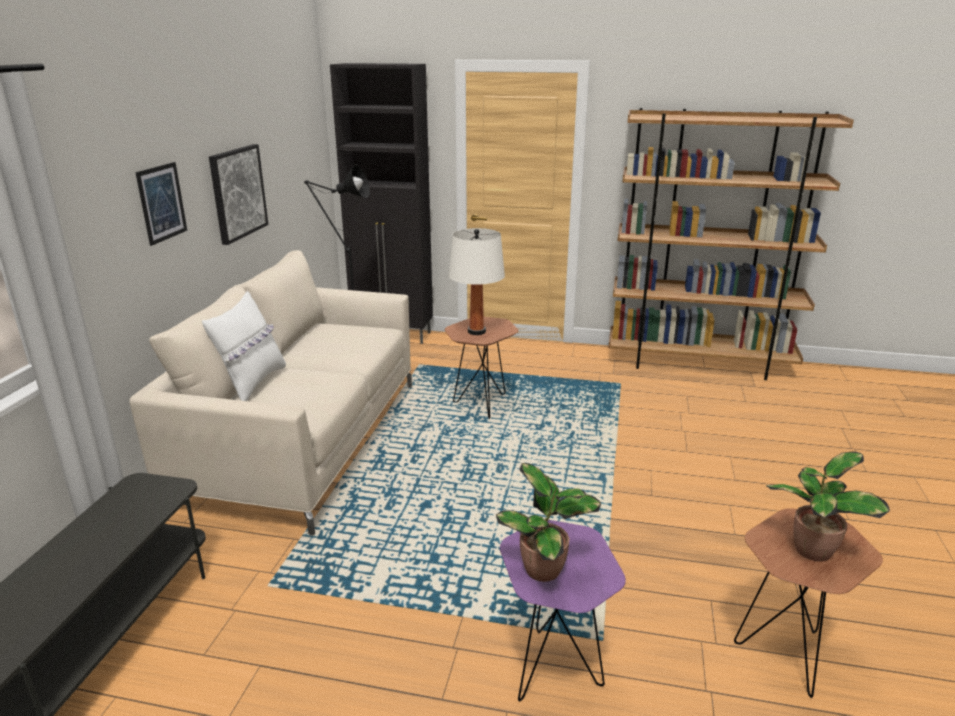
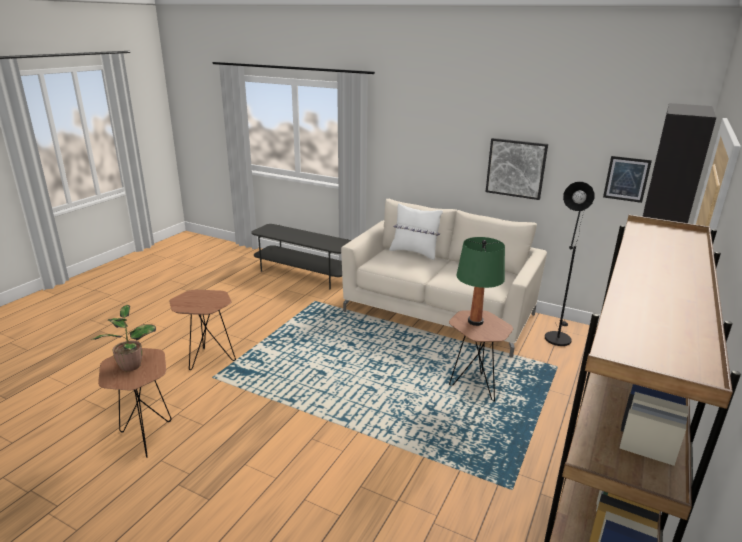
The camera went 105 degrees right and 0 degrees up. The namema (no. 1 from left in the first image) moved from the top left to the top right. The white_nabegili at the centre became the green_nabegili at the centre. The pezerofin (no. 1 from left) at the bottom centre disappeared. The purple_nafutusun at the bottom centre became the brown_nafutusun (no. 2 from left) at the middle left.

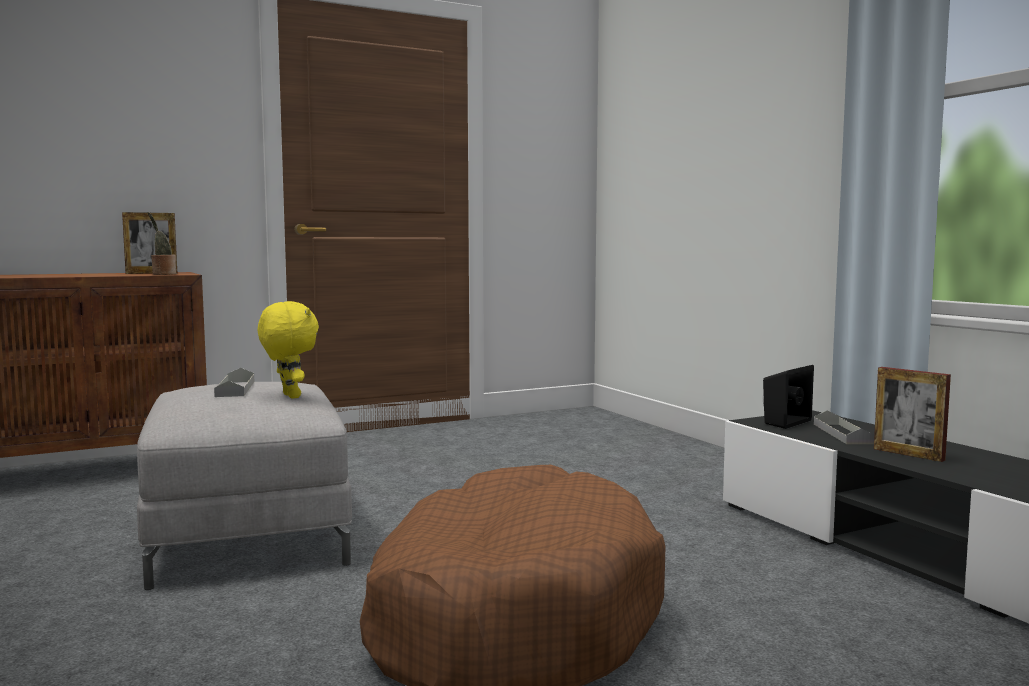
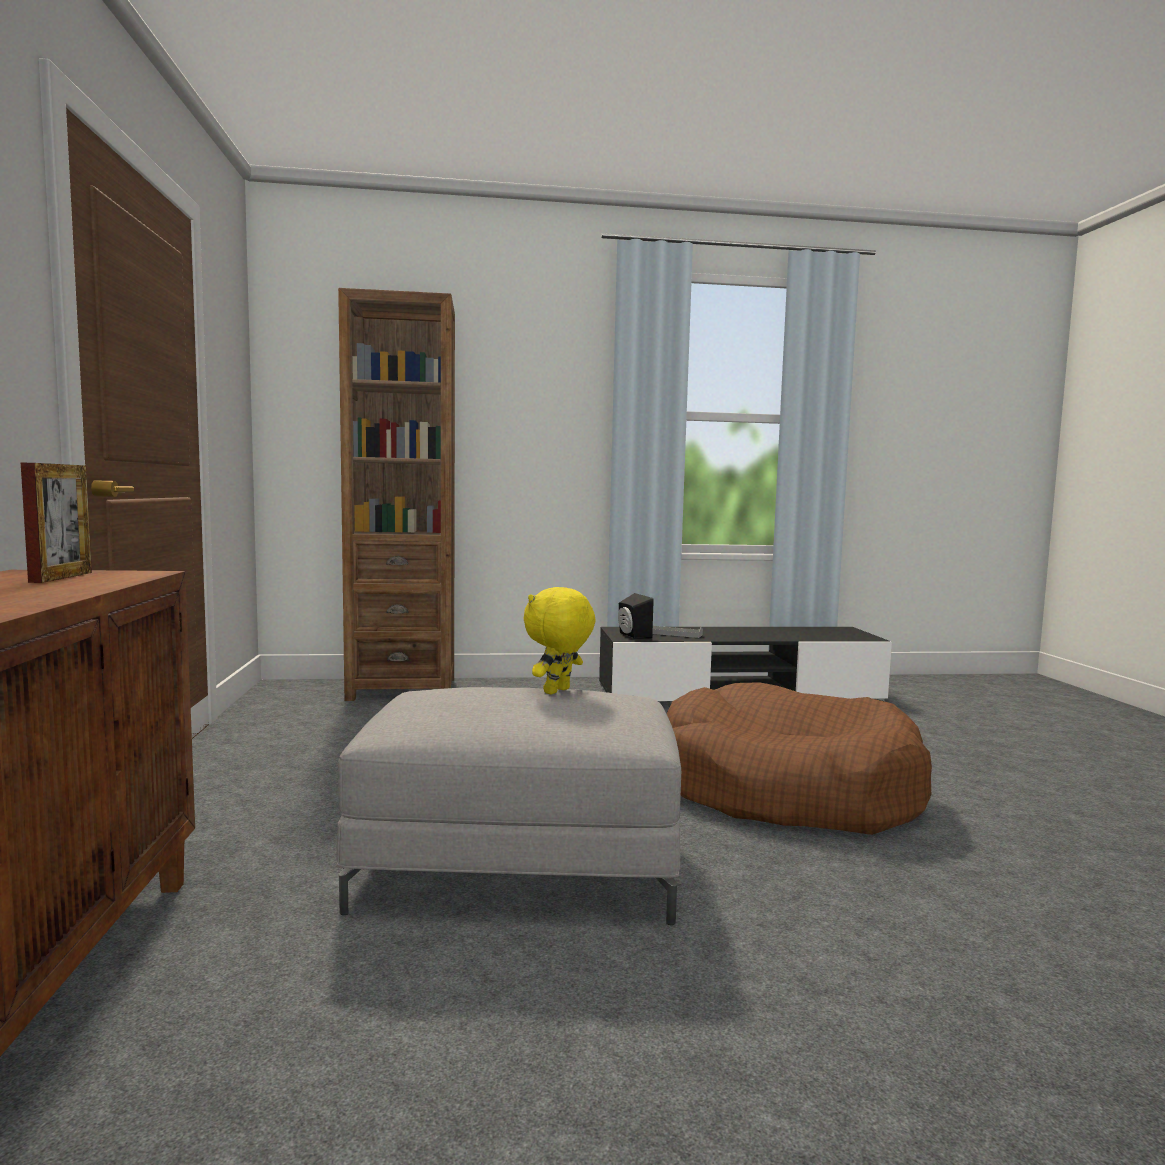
The camera went 70 degrees left and 0 degrees up. The pezerofin at the middle left disappeared. The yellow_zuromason at the middle left turned 45 degrees counterclockwise. The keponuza (no. 2 from left) at the middle right disappeared. The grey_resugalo (no. 1 from left) at the middle left disappeared. The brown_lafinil at the centre appeared.

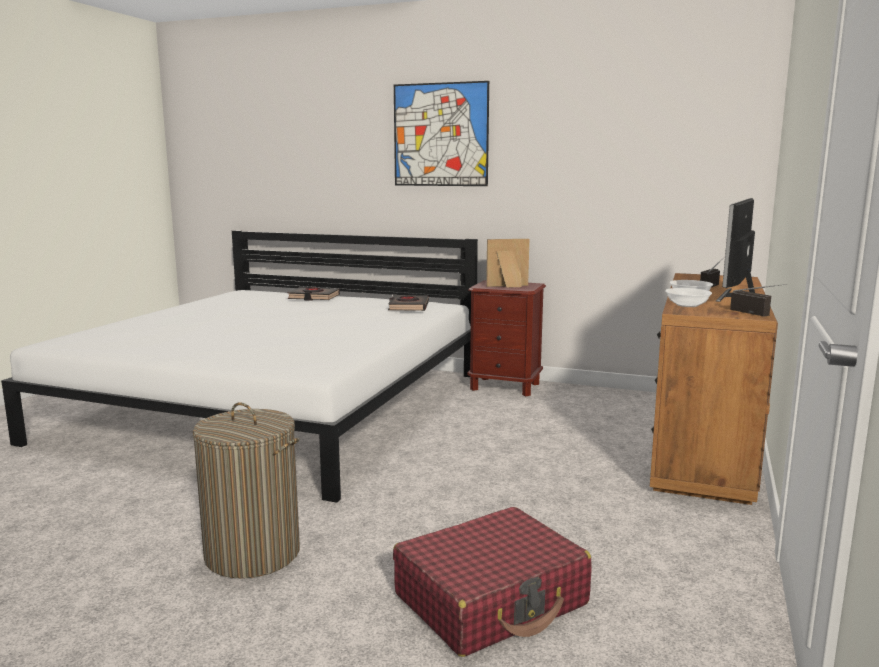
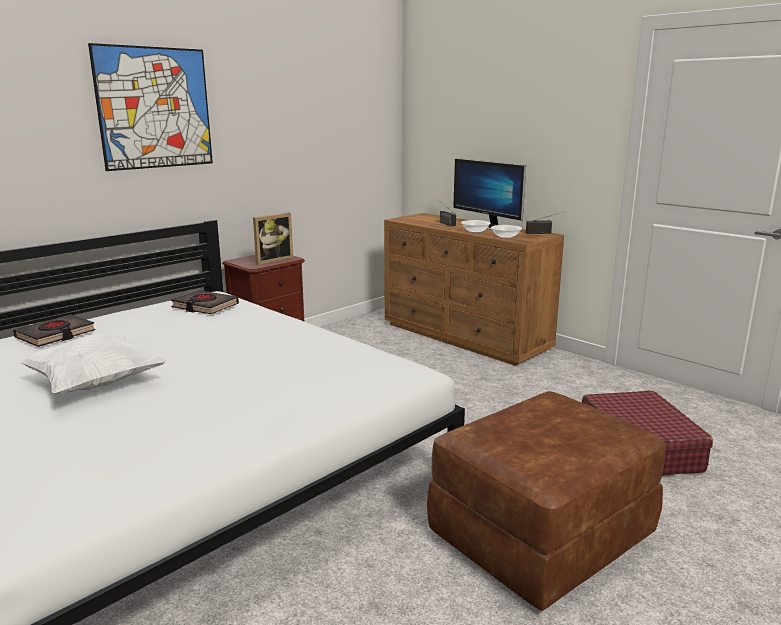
The camera went 65 degrees left and 5 degrees up. The keponuza at the centre turned 150 degrees counterclockwise. The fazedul at the bottom left was replaced by the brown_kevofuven at the bottom right. The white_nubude at the middle left appeared.

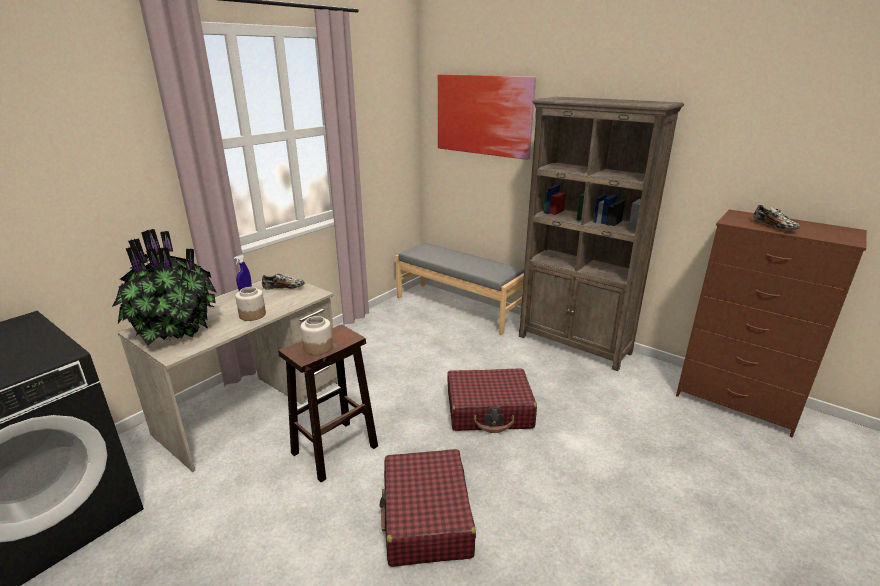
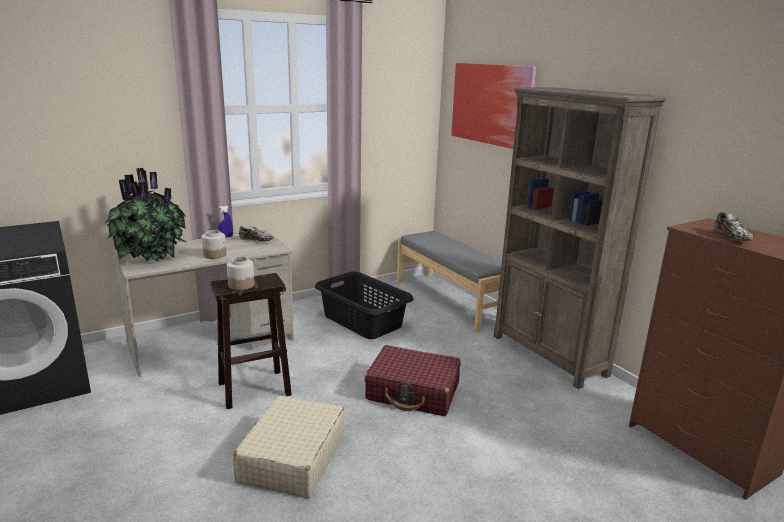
The camera went 20 degrees right and 5 degrees down. The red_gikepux (no. 1 from left) at the bottom centre became the beige_gikepux at the bottom centre. The black_fazedul at the centre appeared.

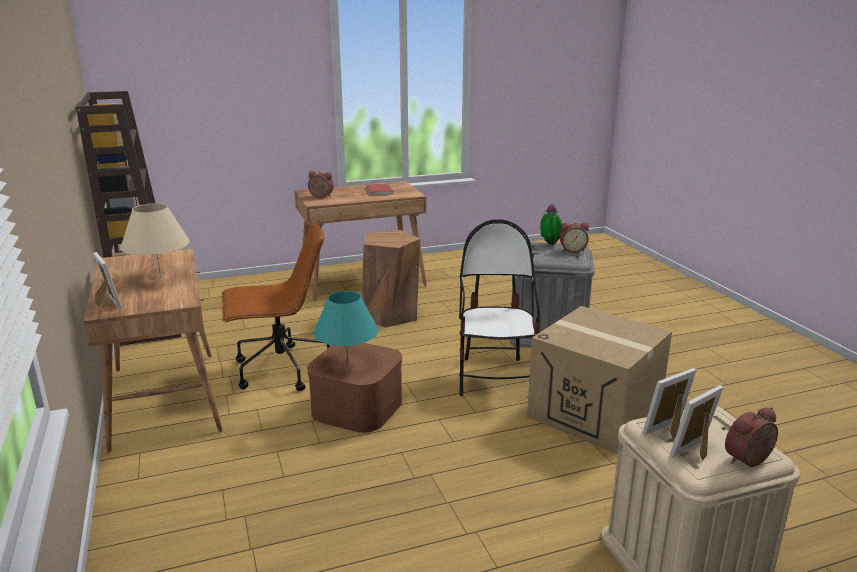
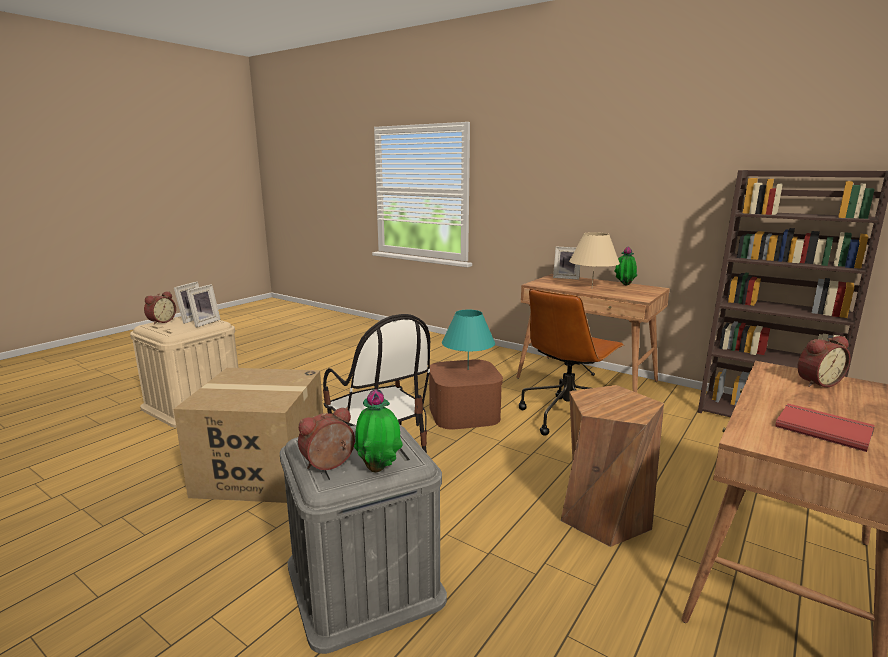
The camera went 145 degrees right and 5 degrees down. The pezerofin (no. 2 from left) at the middle right appeared.

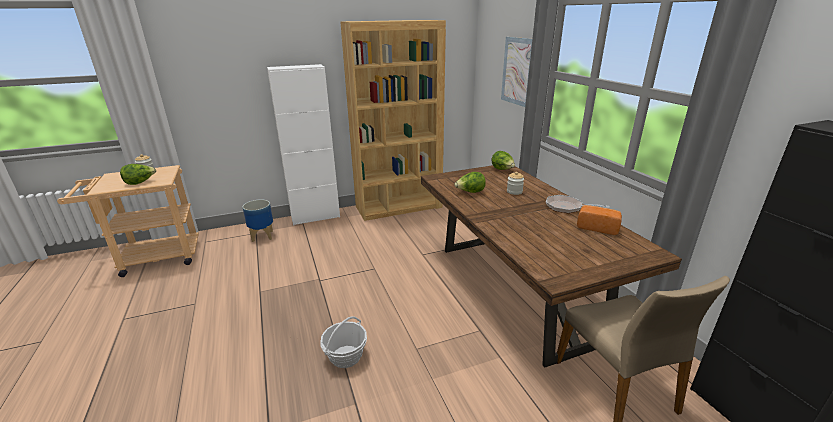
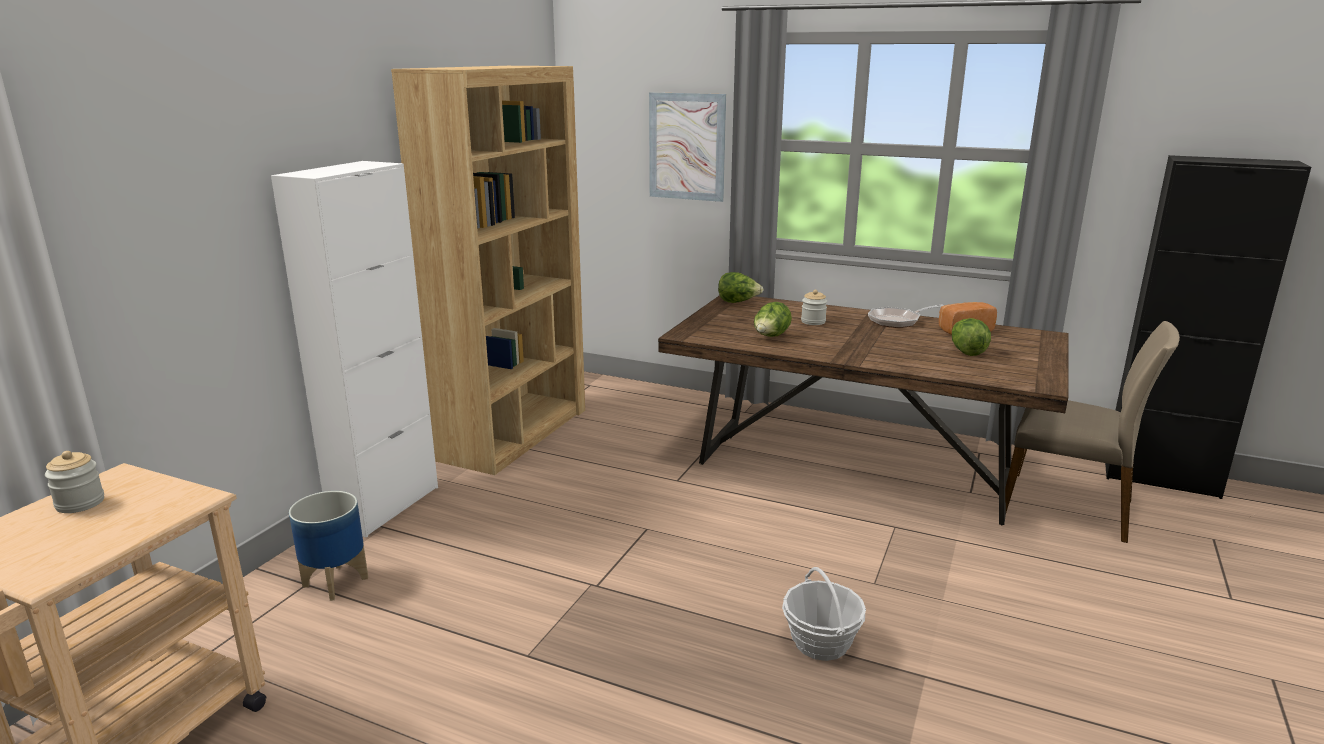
The camera went 45 degrees left and 5 degrees down. The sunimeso (no. 1 from left in the first image) moved from the middle left to the middle right.

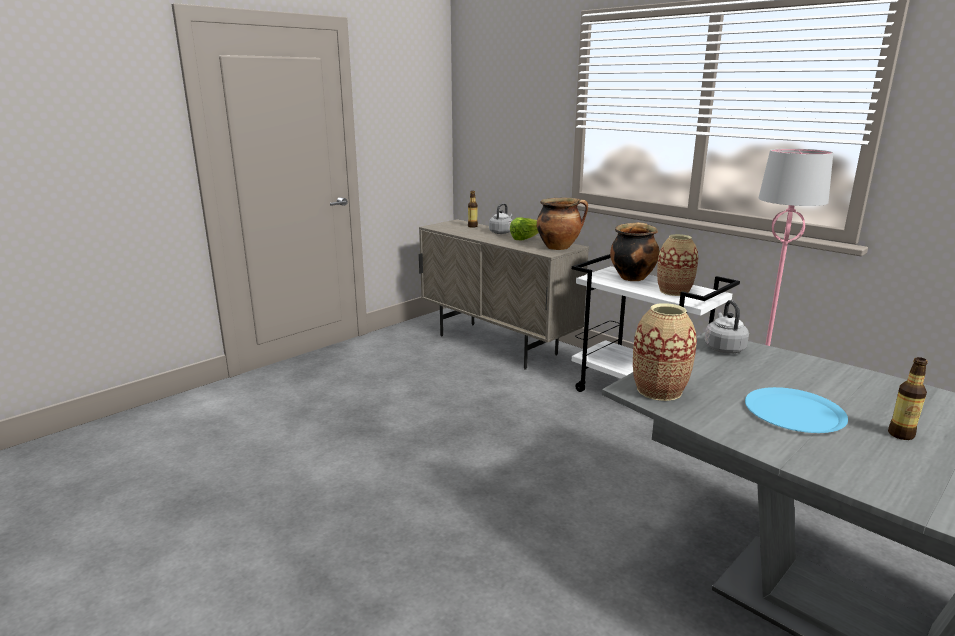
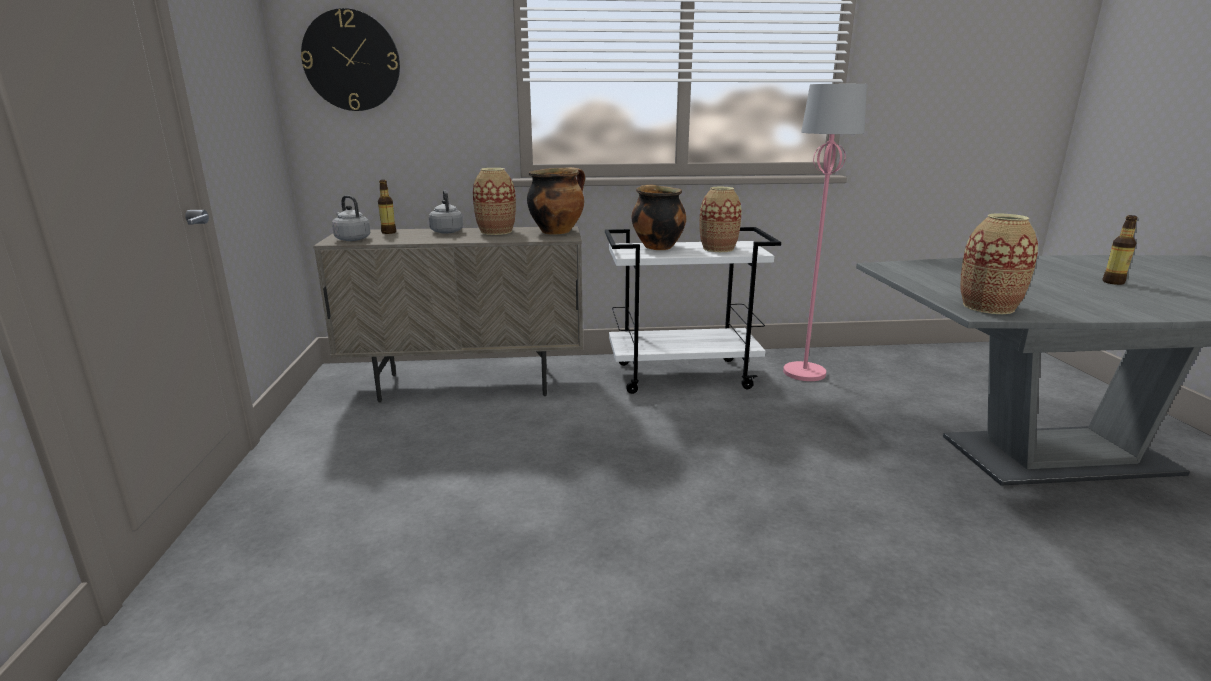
The camera went 50 degrees left and 0 degrees up. The sunimeso at the centre was replaced by the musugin (no. 1 from left) at the top centre. The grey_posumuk (no. 2 from left in the first image) moved from the middle right to the top left. The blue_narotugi at the middle right disappeared. The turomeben at the top left appeared.

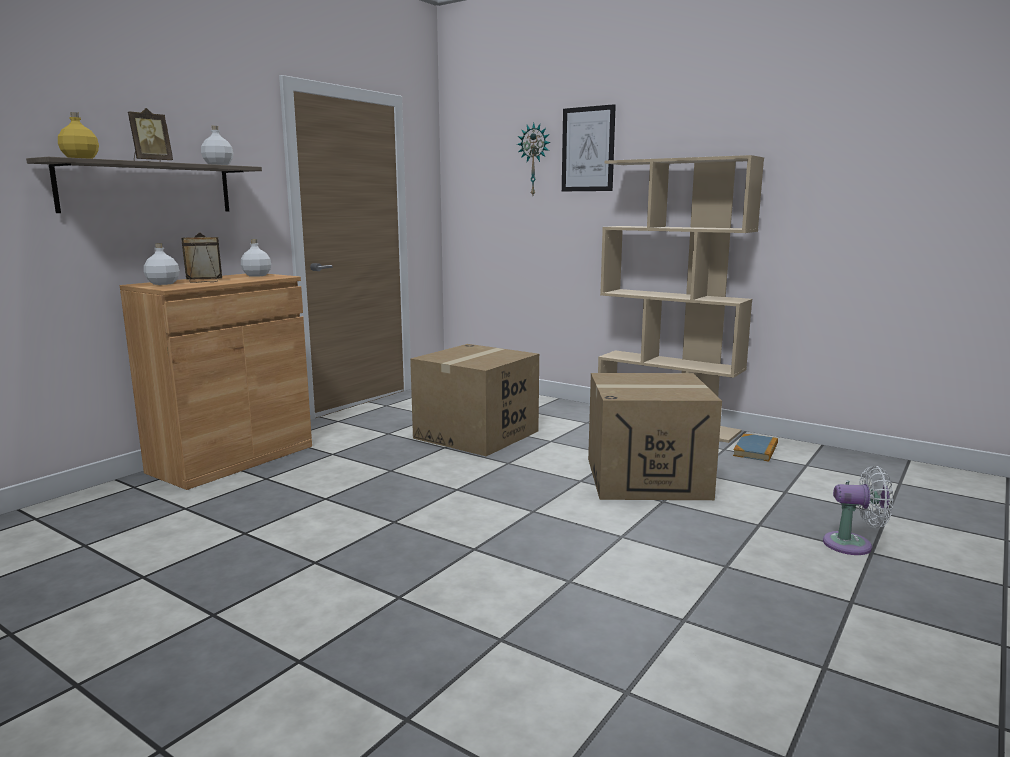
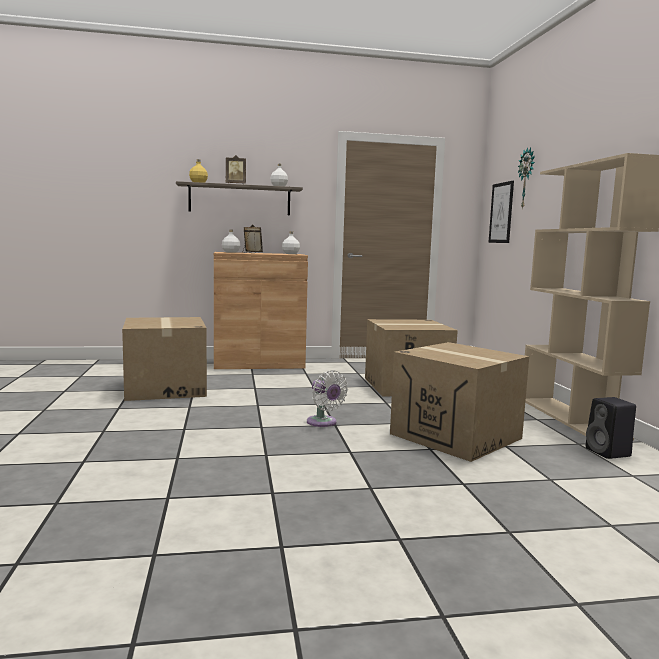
The camera went 45 degrees right and 5 degrees down. The namema moved from the top centre to the top right. The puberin at the middle right was replaced by the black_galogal at the middle right. The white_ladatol moved from the bottom right to the centre. The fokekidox (no. 1 from left) at the middle left appeared.

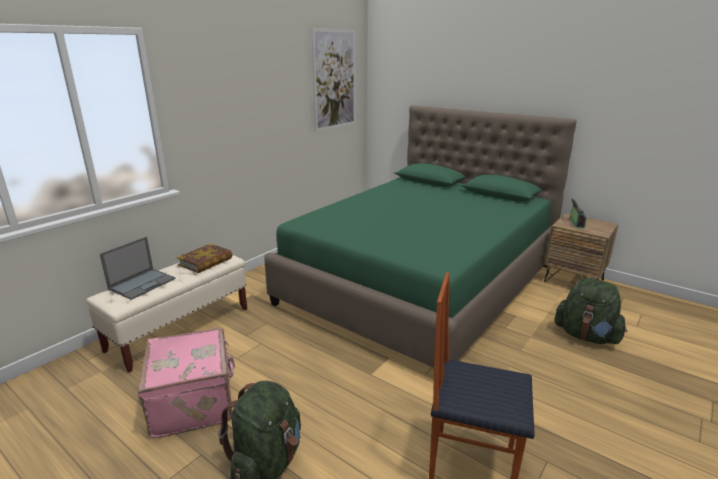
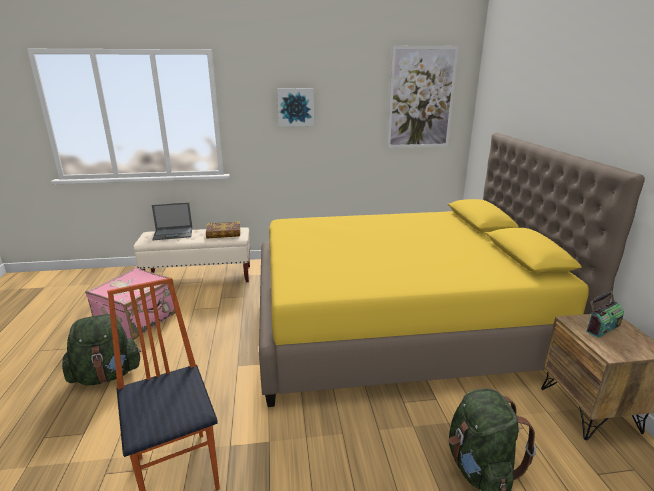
The camera went 45 degrees right and 0 degrees up. The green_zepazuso at the centre became the yellow_zepazuso at the middle right. The namema (no. 1 from left) at the top centre appeared.

